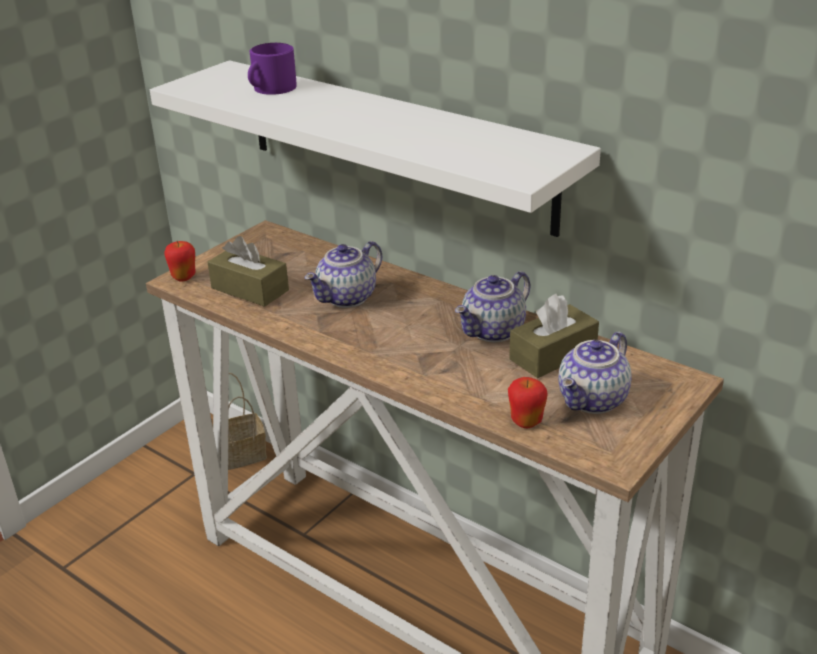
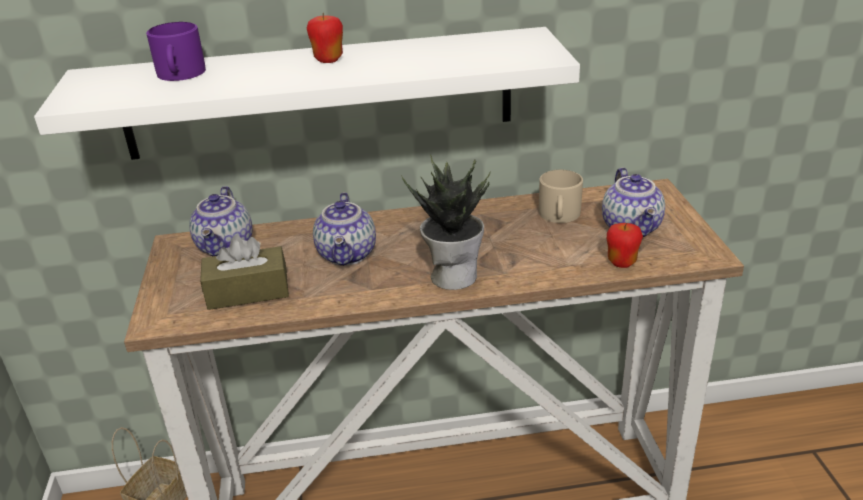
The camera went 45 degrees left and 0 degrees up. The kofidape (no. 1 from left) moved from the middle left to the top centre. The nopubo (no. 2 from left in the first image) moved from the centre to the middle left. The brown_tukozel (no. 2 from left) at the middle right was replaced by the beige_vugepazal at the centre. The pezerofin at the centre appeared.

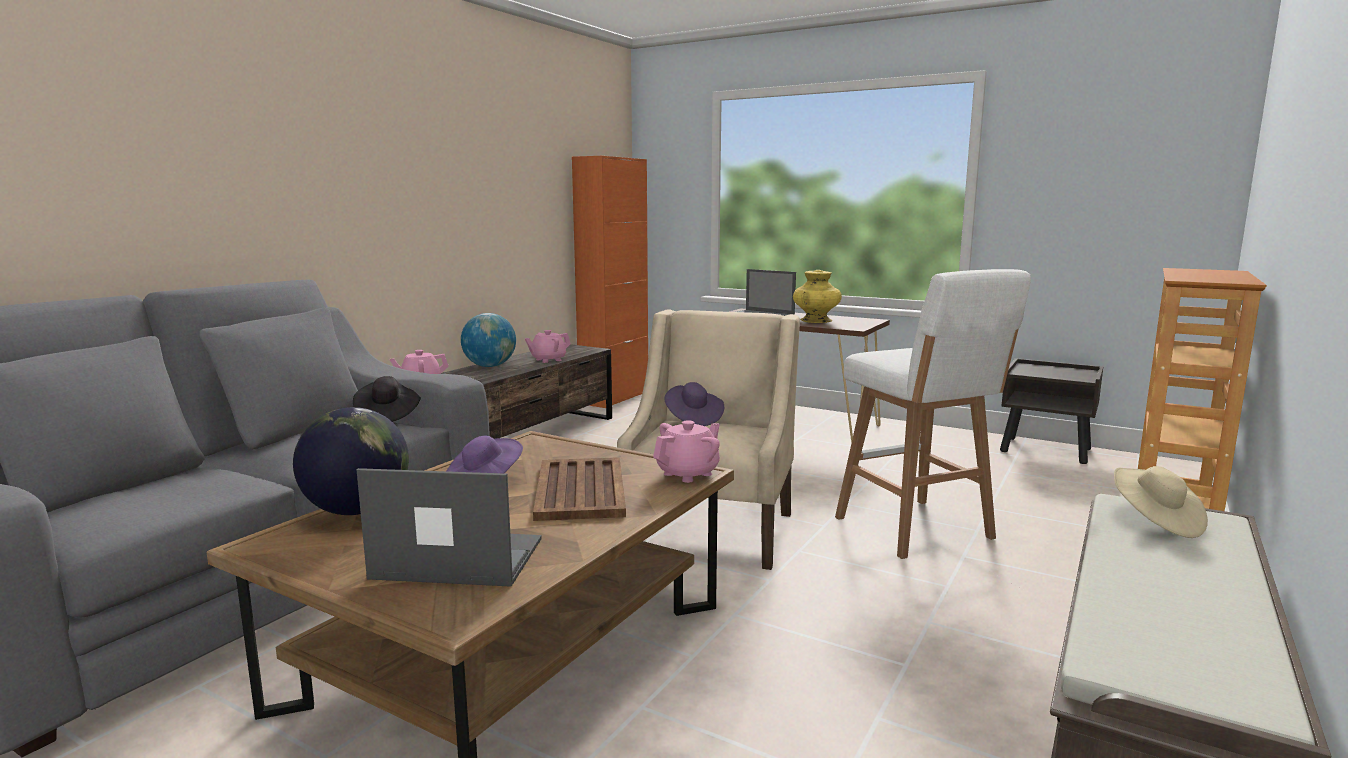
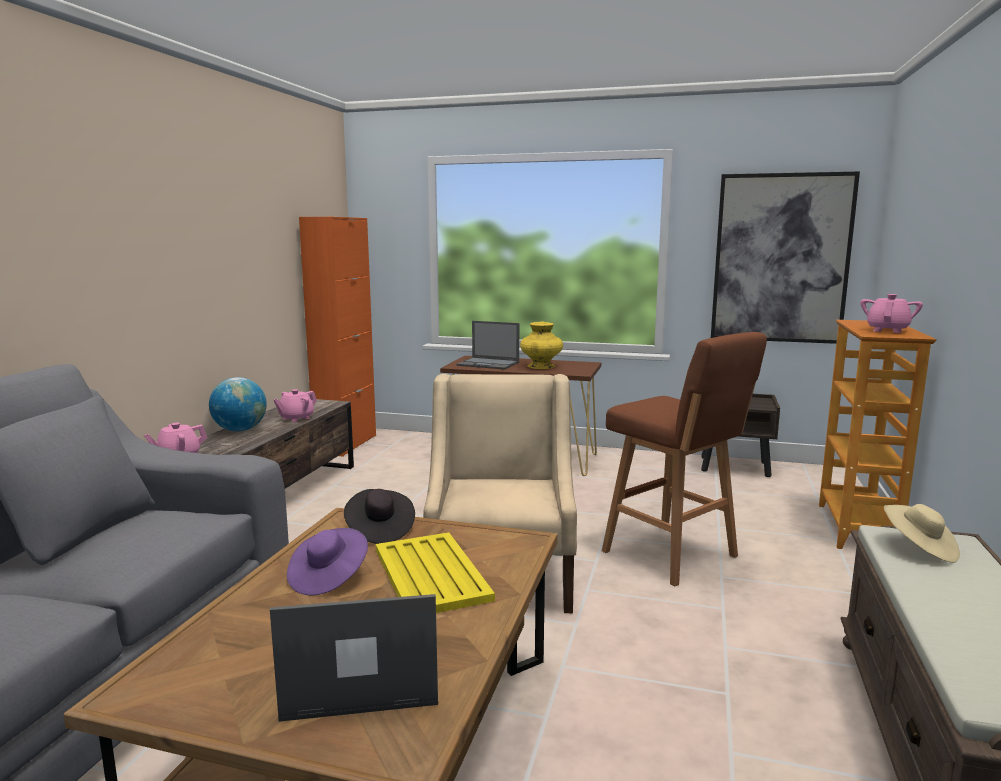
The camera went 15 degrees left and 0 degrees up. The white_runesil at the middle right became the brown_runesil at the middle right. The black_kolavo moved from the middle left to the centre. The purple_kolavo (no. 2 from left) at the centre disappeared. The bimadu (no. 1 from left) at the middle left disappeared. The pink_nopubo (no. 3 from left) moved from the centre to the middle right. The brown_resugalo at the centre became the yellow_resugalo at the bottom centre. The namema at the top right appeared.

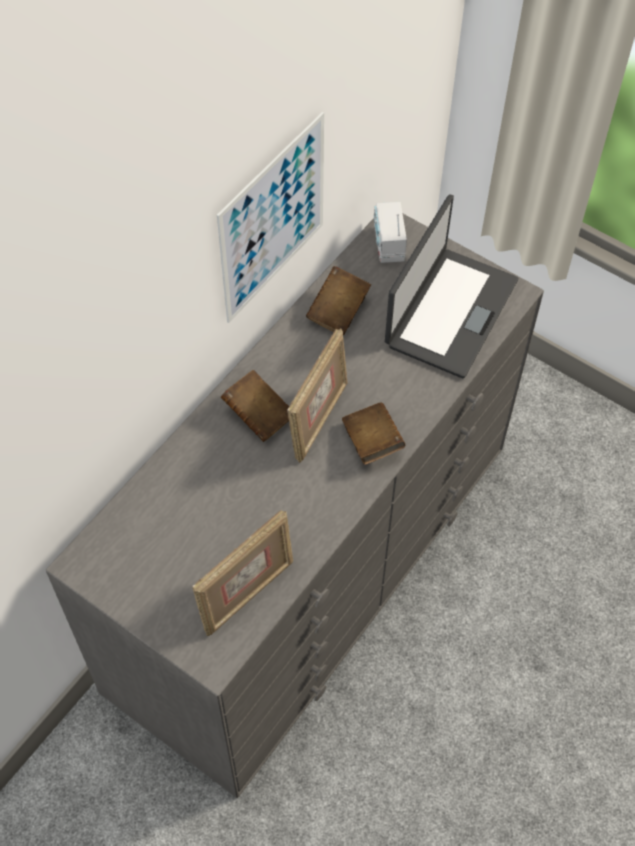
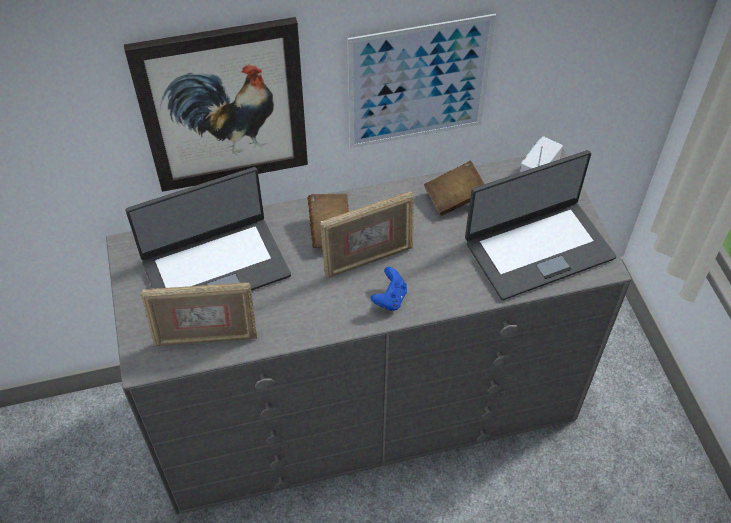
The camera went 40 degrees right and 5 degrees down. The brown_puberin (no. 3 from left) at the centre was replaced by the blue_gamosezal at the centre. The namema (no. 1 from left) at the top left appeared. The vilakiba (no. 1 from left) at the middle left appeared.

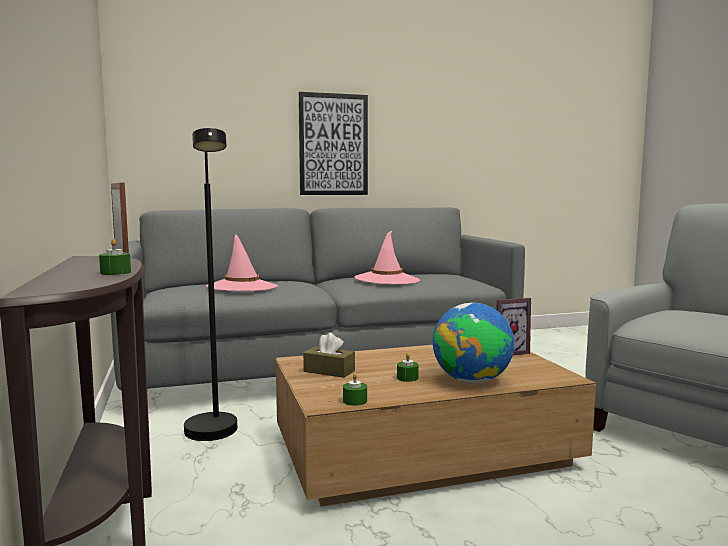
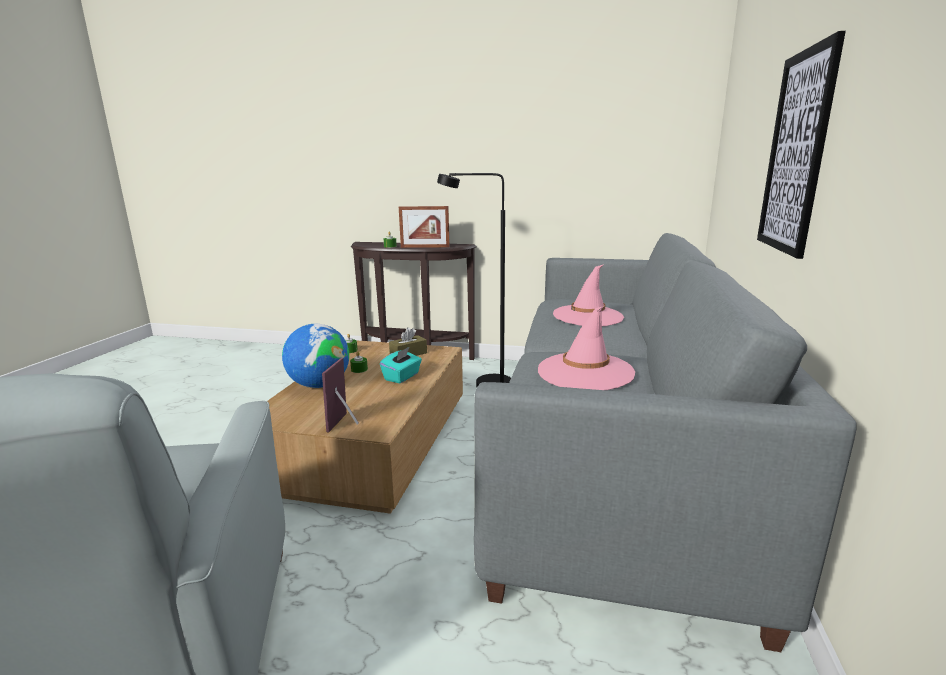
The camera went 120 degrees right and 10 degrees up. The turquoise_tukozel at the centre appeared.

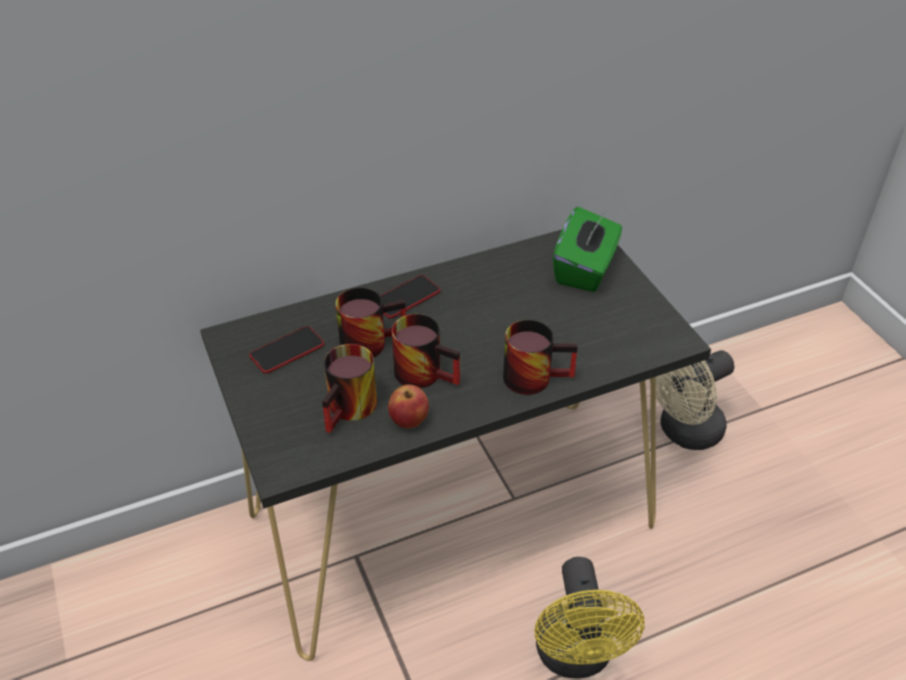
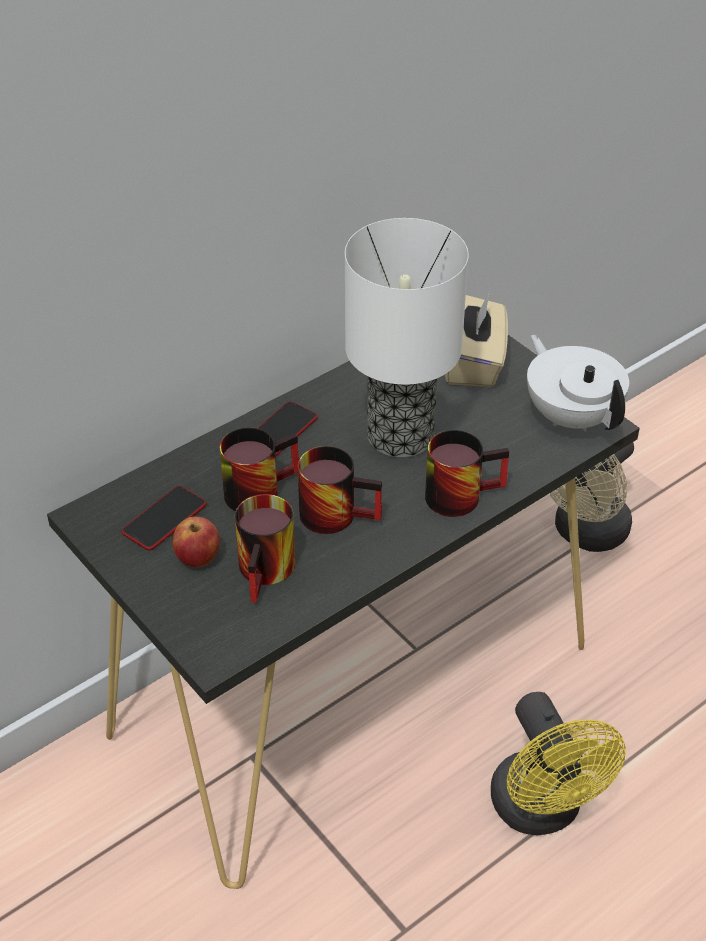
The camera went 15 degrees left and 0 degrees up. The green_tukozel at the centre became the beige_tukozel at the middle right. The kofidape moved from the centre to the middle left. The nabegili at the centre appeared. The white_nopubo at the middle right appeared.

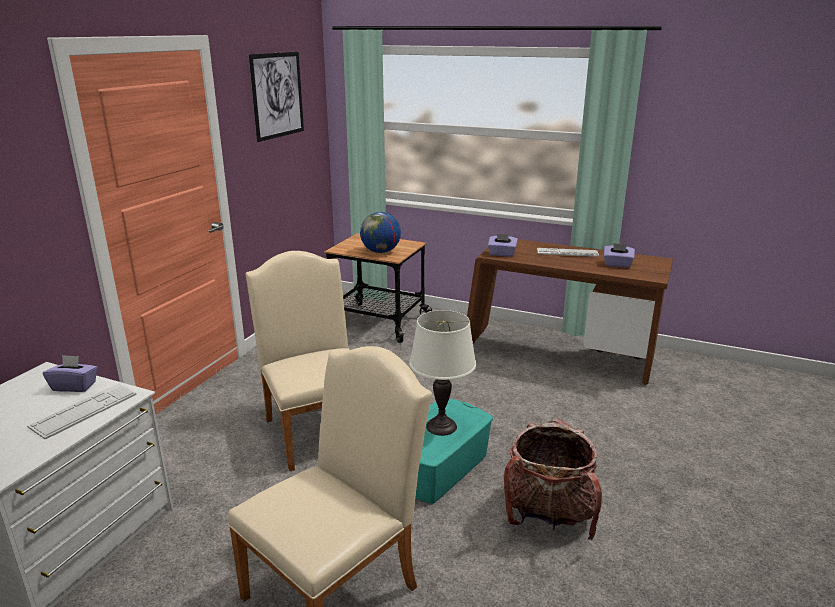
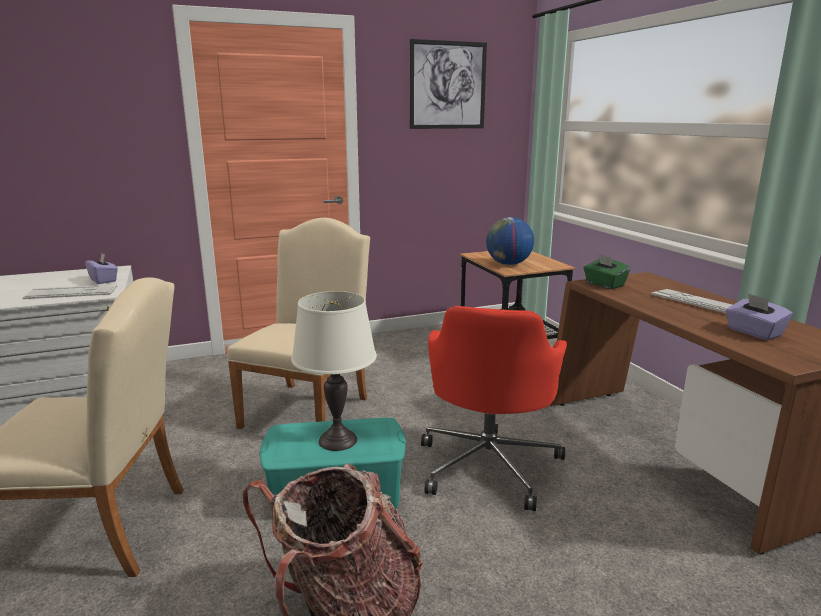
The camera went 45 degrees right and 5 degrees down. The purple_tukozel (no. 2 from left) at the centre became the green_tukozel at the middle right. The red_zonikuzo at the centre appeared.

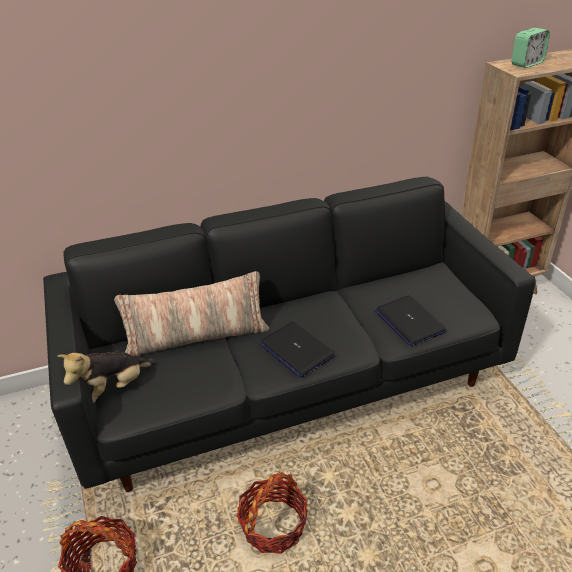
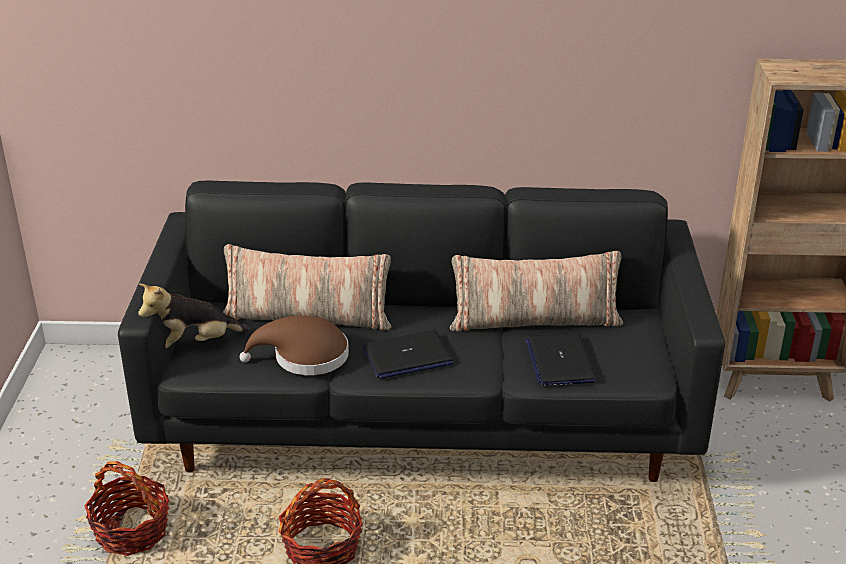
The camera went 20 degrees right and 5 degrees down. The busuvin at the top right disappeared. The vilakiba (no. 1 from left) at the centre turned 90 degrees counterclockwise. The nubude (no. 2 from left) at the centre appeared. The brown_kolavo at the centre appeared.

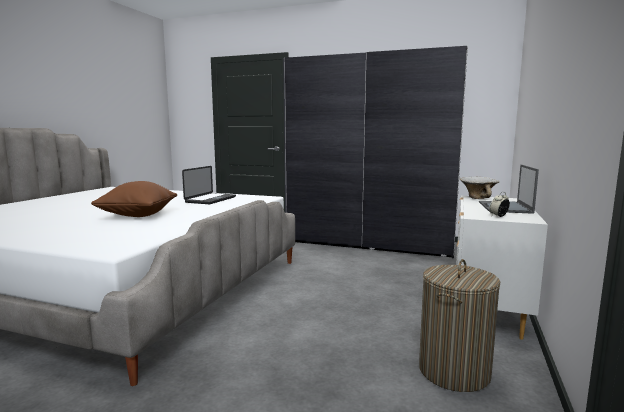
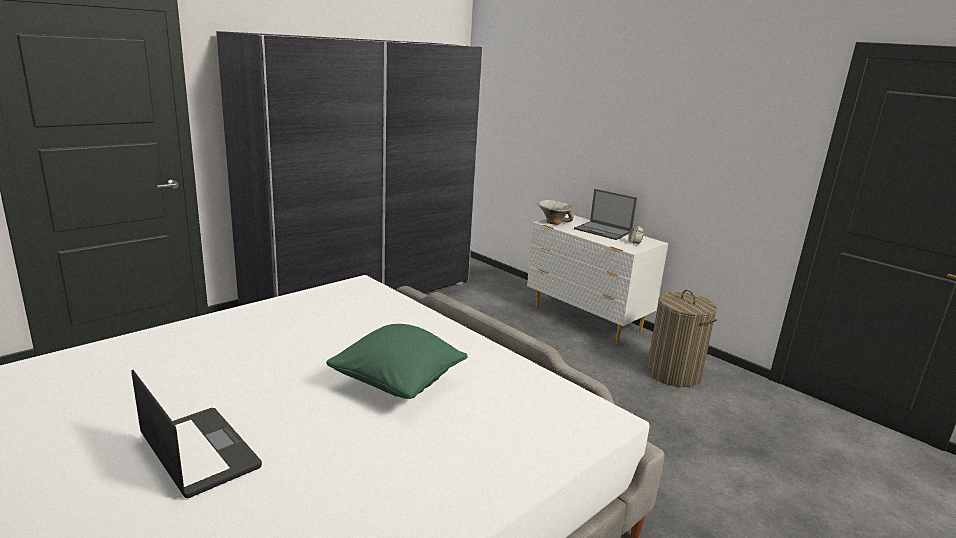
The camera went 65 degrees left and 10 degrees up. The vilakiba (no. 1 from left) moved from the centre to the bottom left. The brown_nubude at the middle left became the green_nubude at the bottom centre.

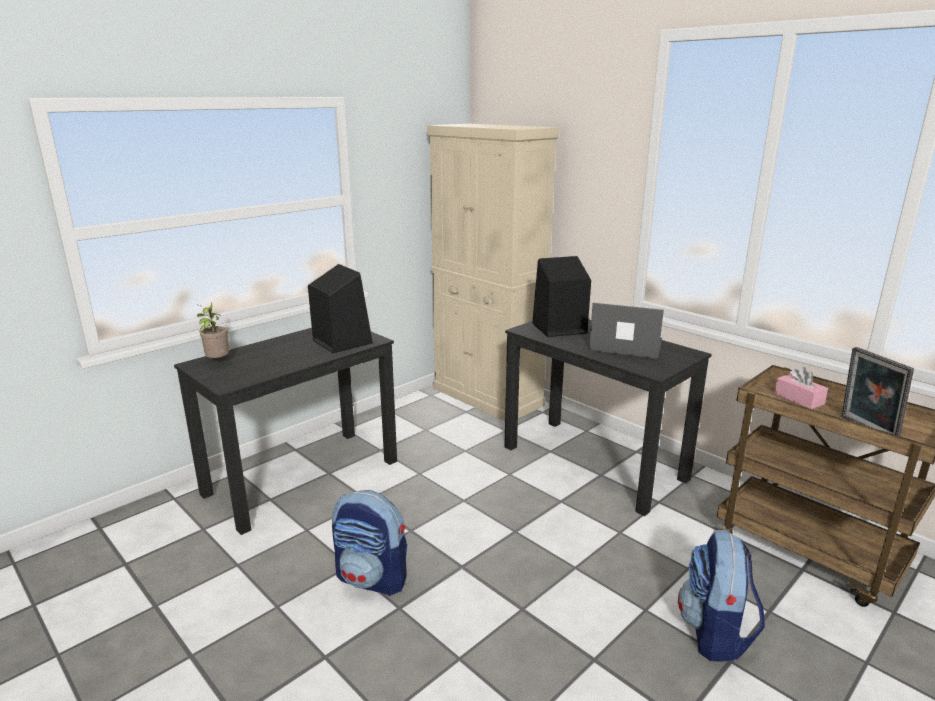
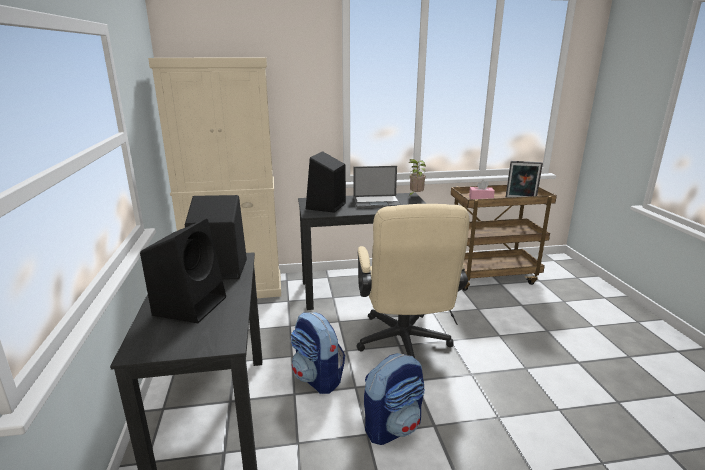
The camera went 55 degrees left and 0 degrees up. The pezerofin moved from the middle left to the centre. The vilakiba at the middle right turned 150 degrees counterclockwise. The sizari (no. 2 from left in the first image) moved from the bottom right to the bottom centre. The beige_zonikuzo at the centre appeared. The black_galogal (no. 1 from left) at the middle left appeared.

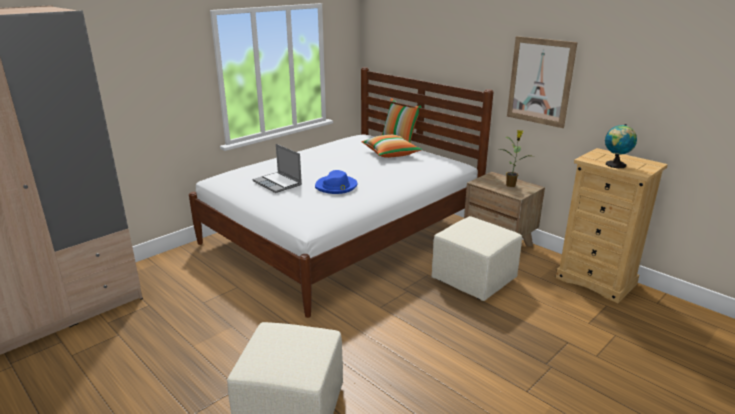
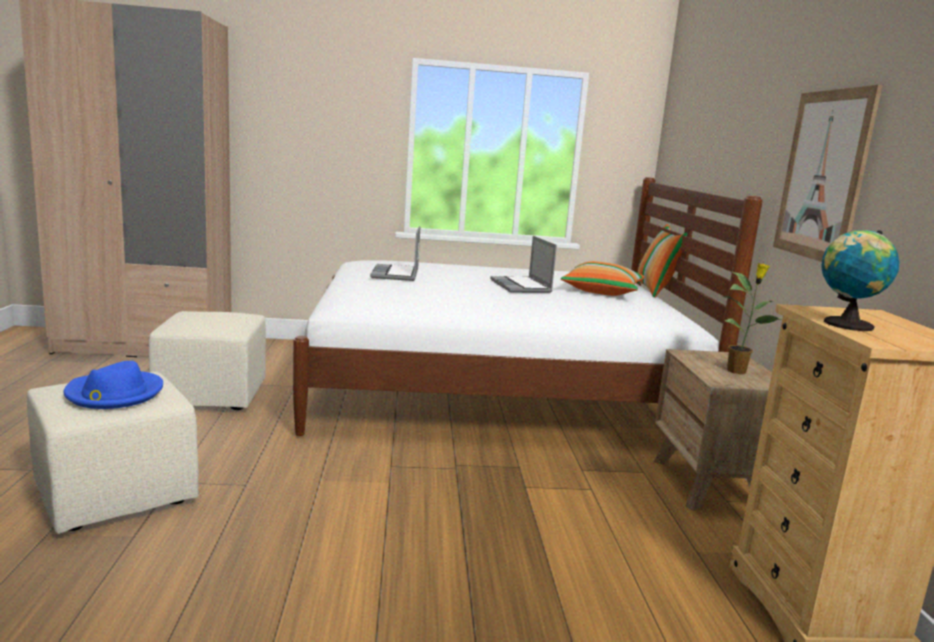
The camera went 40 degrees right and 10 degrees down. The blue_kolavo moved from the centre to the middle left. The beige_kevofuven (no. 2 from left) moved from the centre to the middle left. The vilakiba (no. 2 from left) at the centre appeared.

